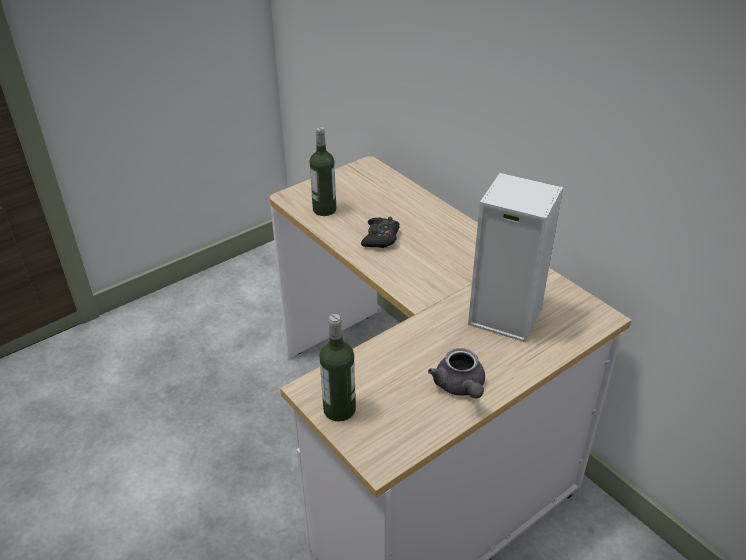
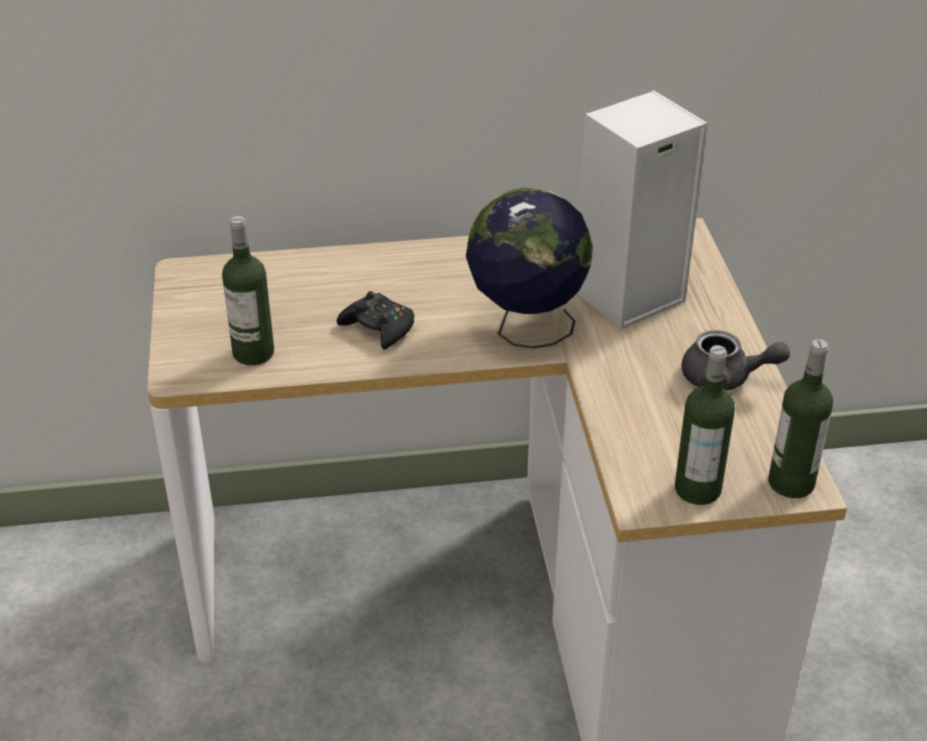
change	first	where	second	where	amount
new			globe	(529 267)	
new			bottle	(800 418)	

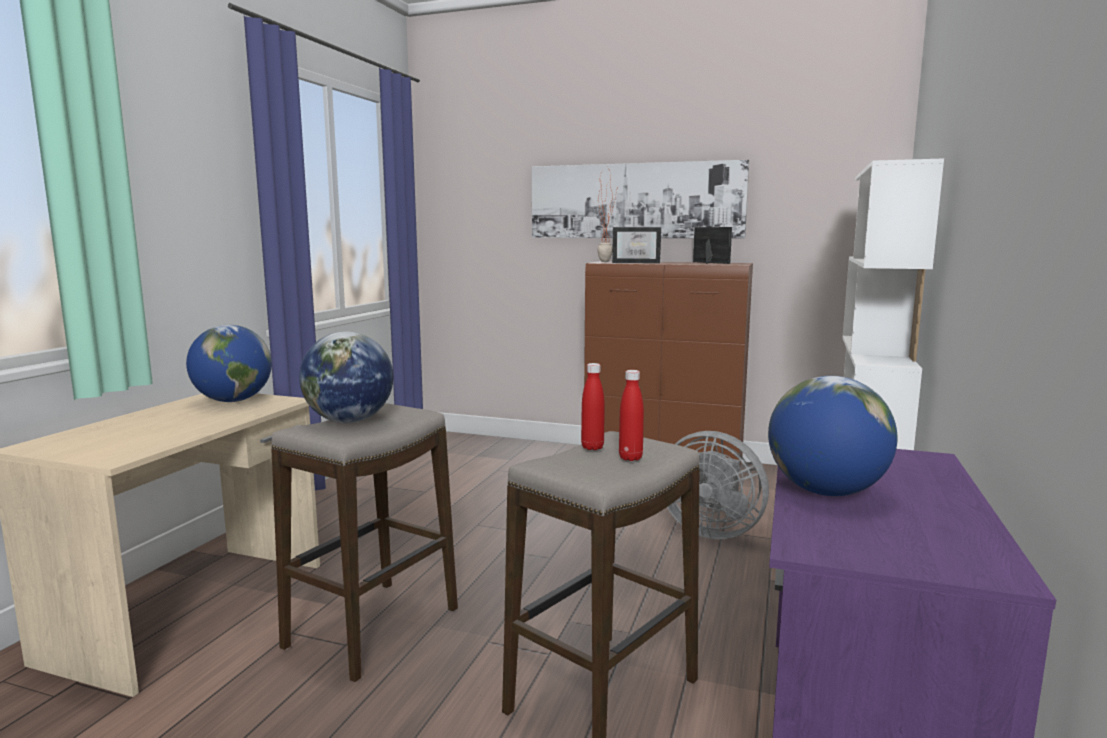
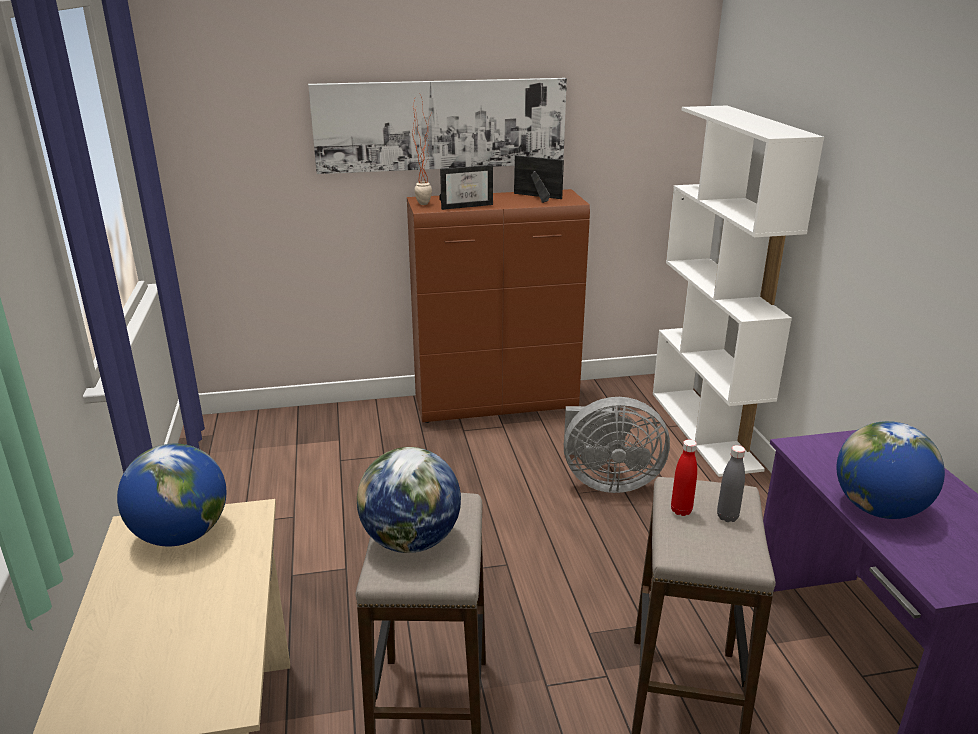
change	first	where	second	where	amount
repainted	red bottle	(631 415)	grey bottle	(731 483)	

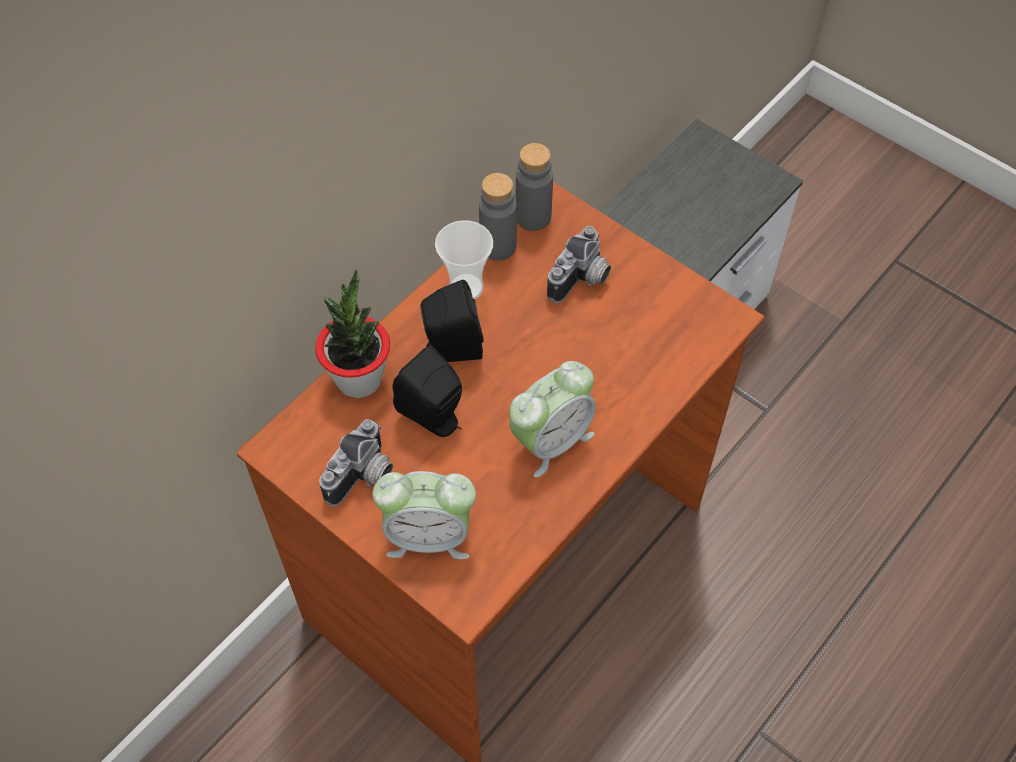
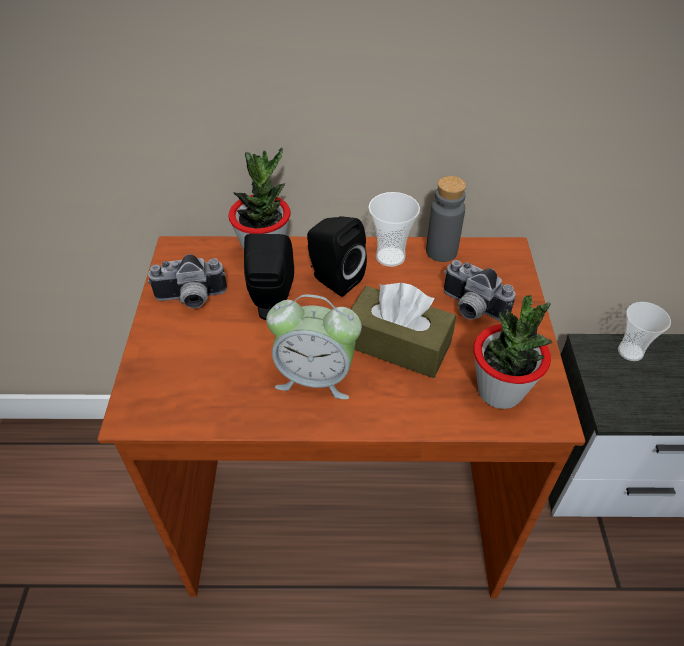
change	first	where	second	where	amount
gone	alarm clock	(424 515)			
gone	grey bottle	(534 187)			
rotated	photo camera	(579 264)		(480 290)	45 degrees clockwise
new			brown tissue box	(403 330)	
new			potted plant	(513 352)	
new			cup	(644 331)	

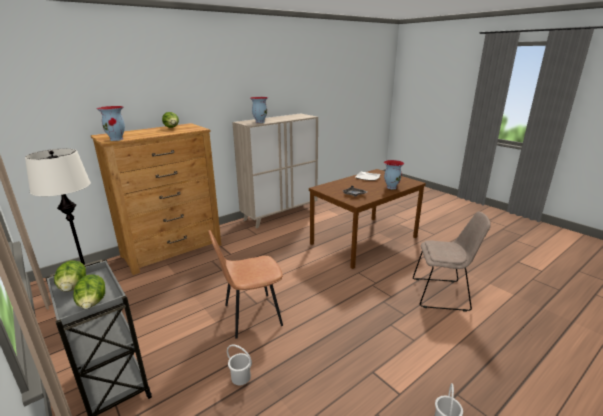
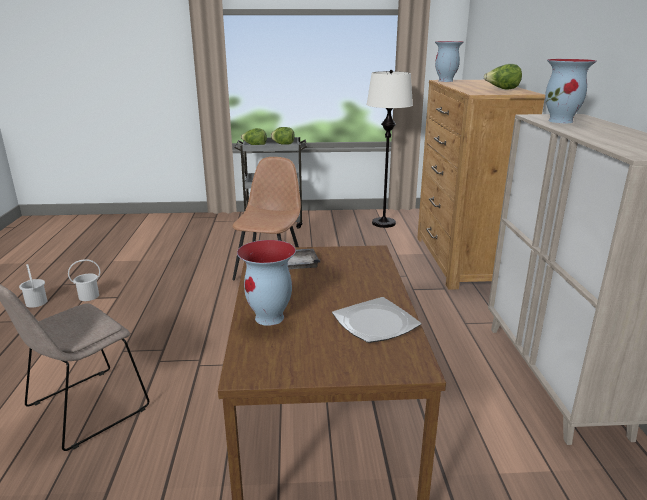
change	first	where	second	where	amount
shifted	white bucket	(239 364)		(84 280)	

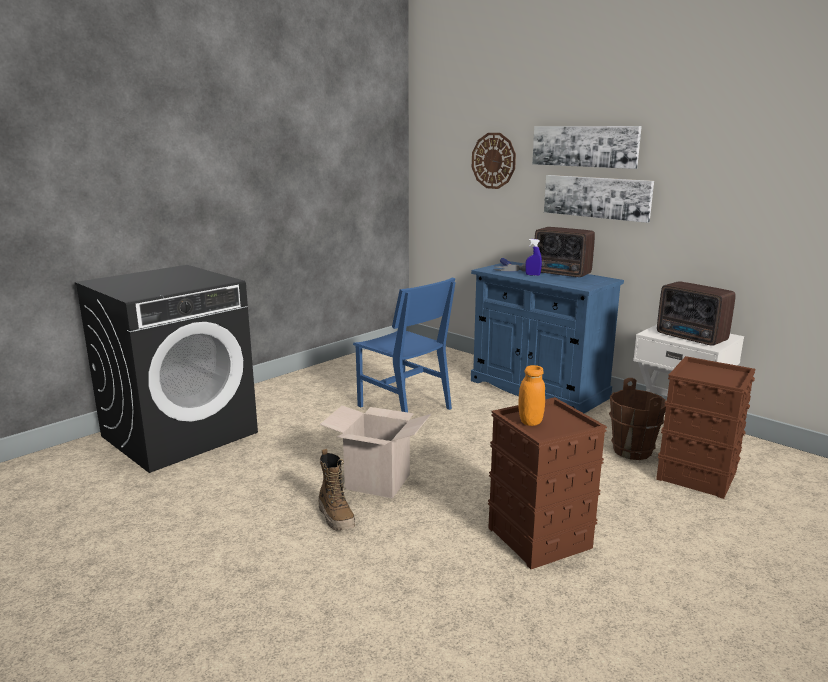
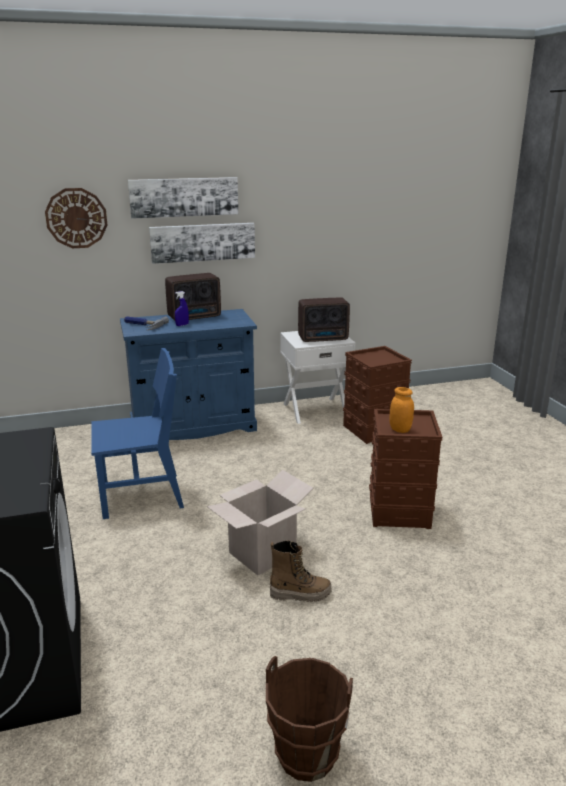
change	first	where	second	where	amount
shifted	brown bucket	(637 419)		(309 719)	

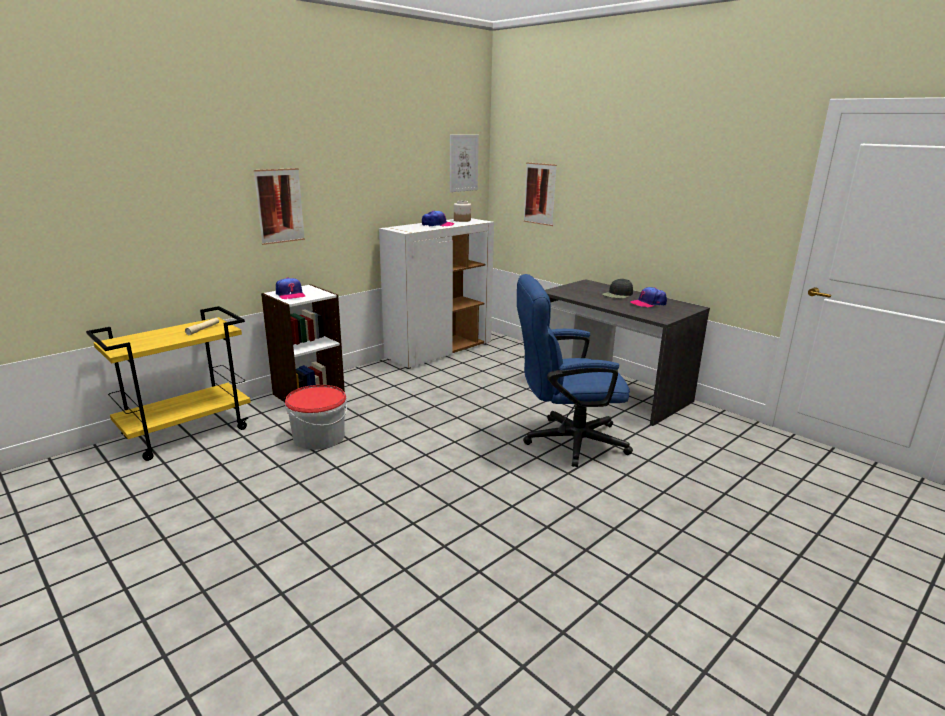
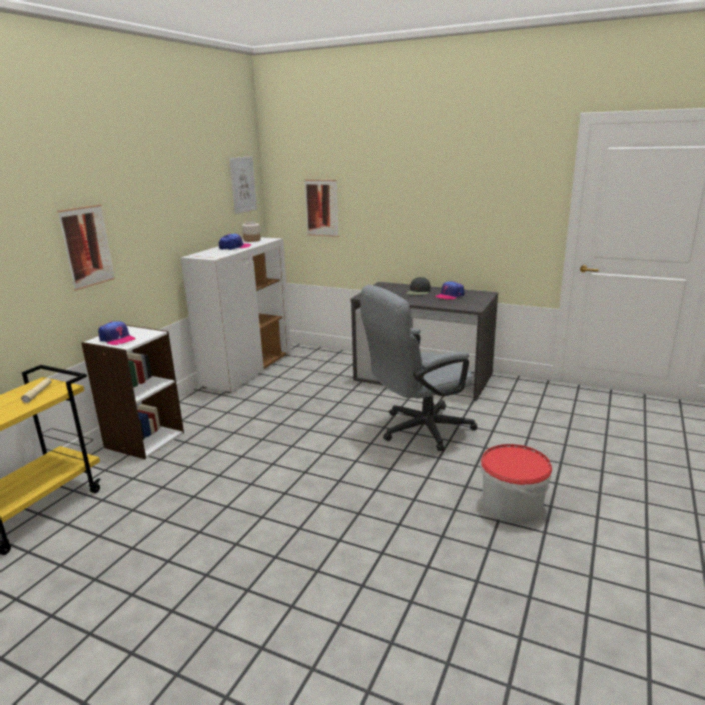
change	first	where	second	where	amount
shifted	bucket	(316 417)		(516 484)	
repainted	blue office chair	(575 370)	grey office chair	(418 368)	

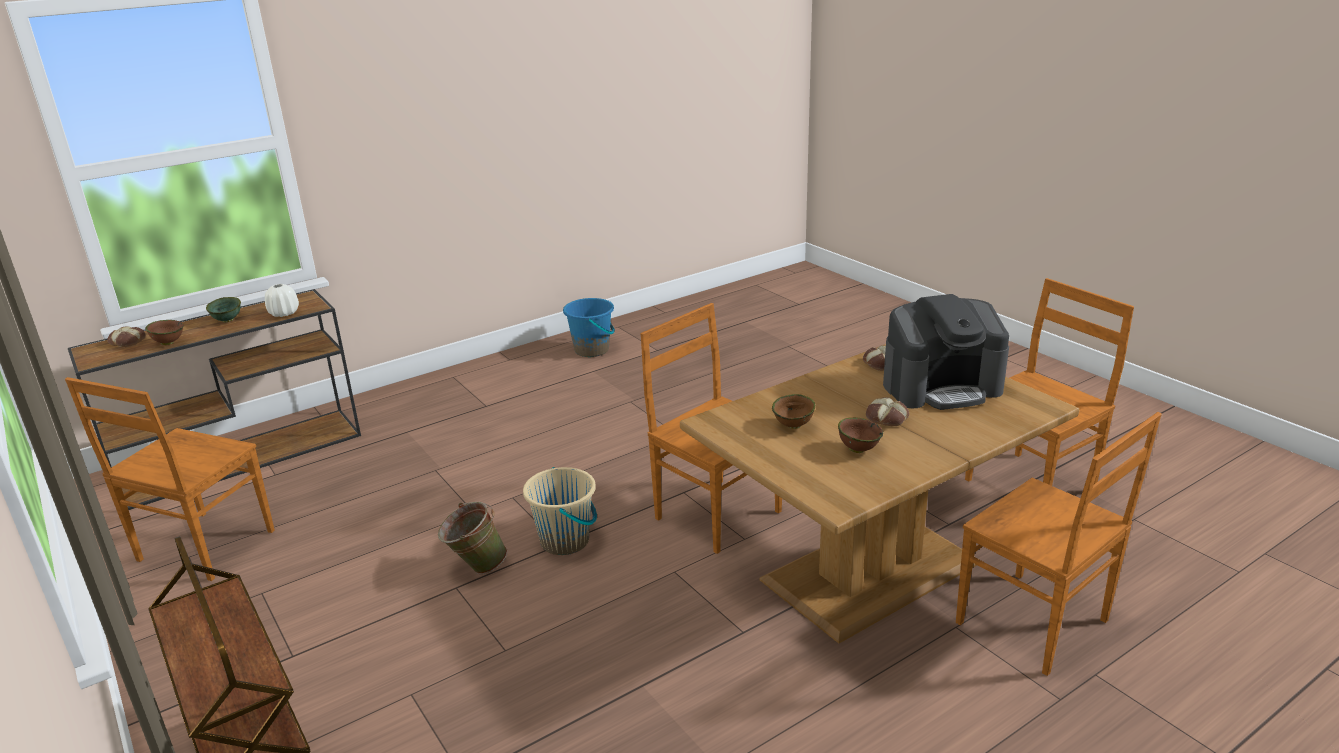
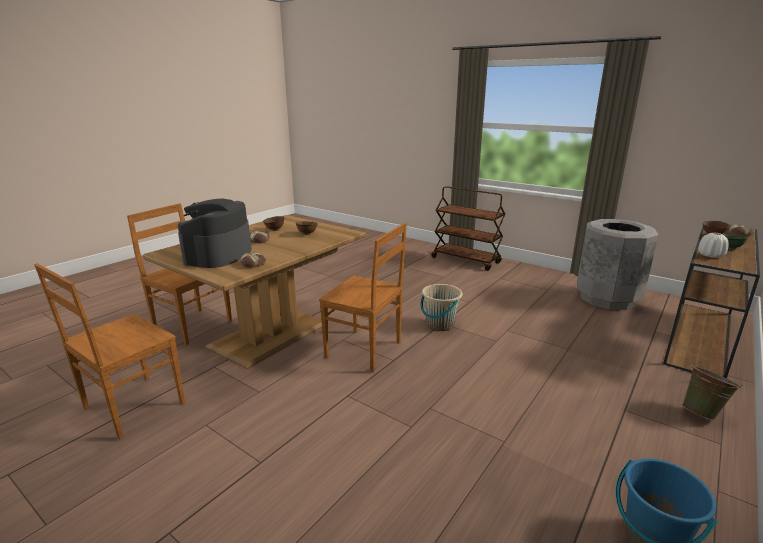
change	first	where	second	where	amount
swapped	brown chair	(170 479)	grey trash can	(617 264)	
shifted	green bucket	(472 538)		(712 392)	
rotated	coffee machine	(946 352)		(215 233)	45 degrees counterclockwise

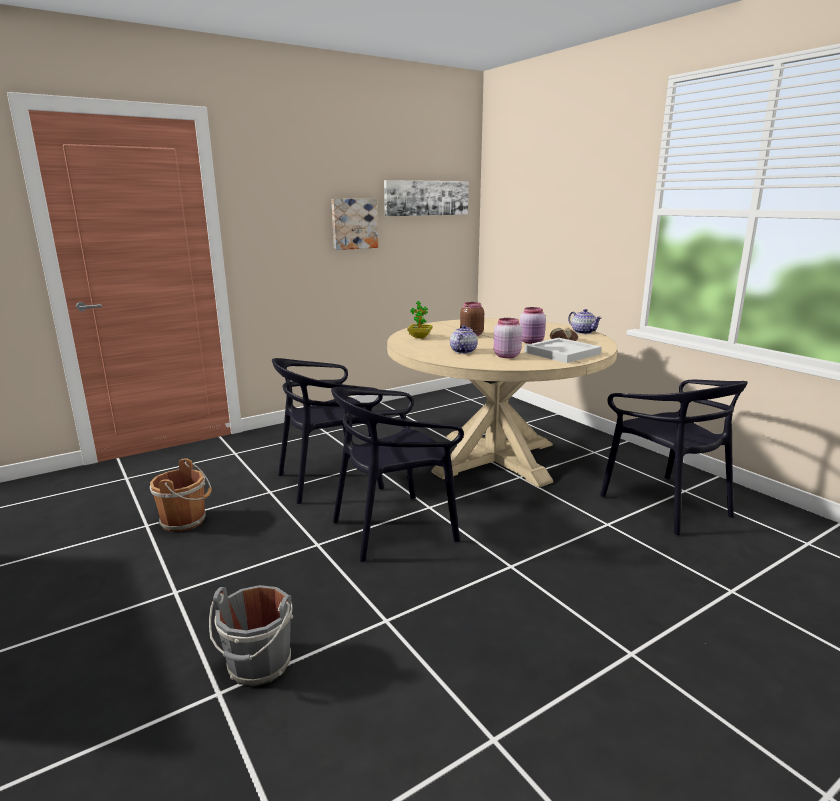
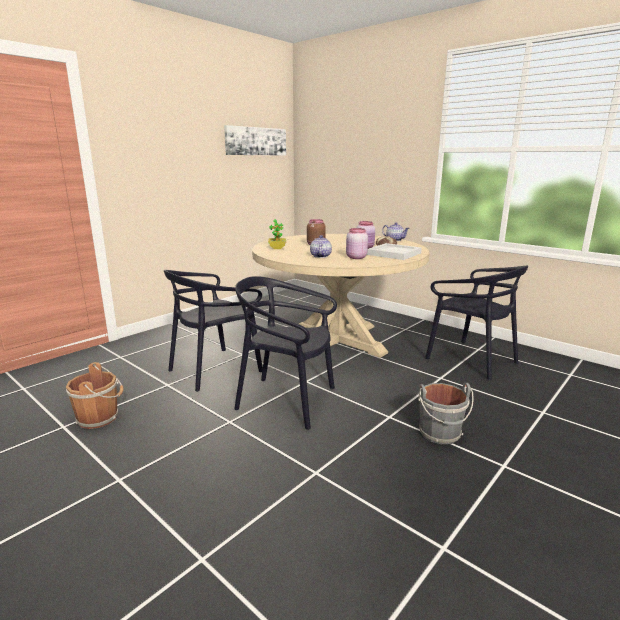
change	first	where	second	where	amount
shifted	grey bucket	(251 635)		(446 413)	
gone	picture	(354 224)			
rotated	black chair	(397 474)		(285 353)	60 degrees clockwise

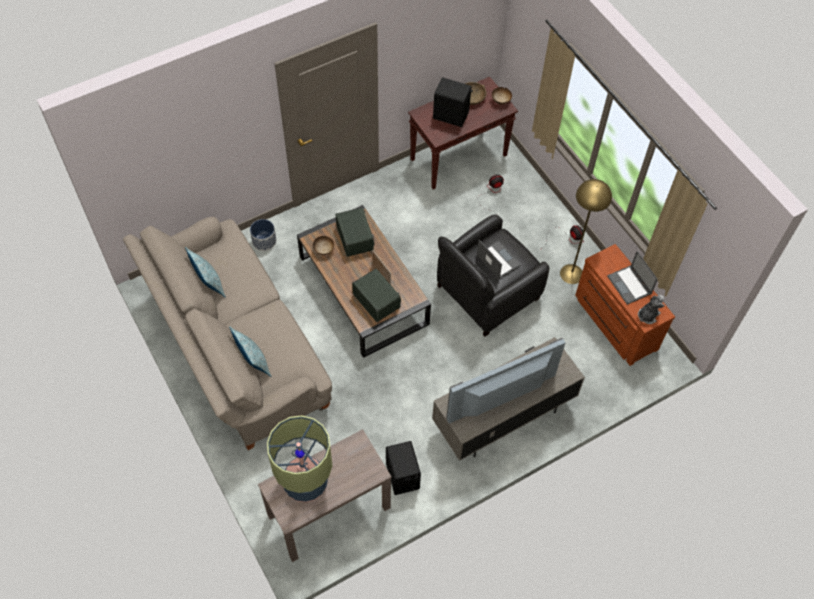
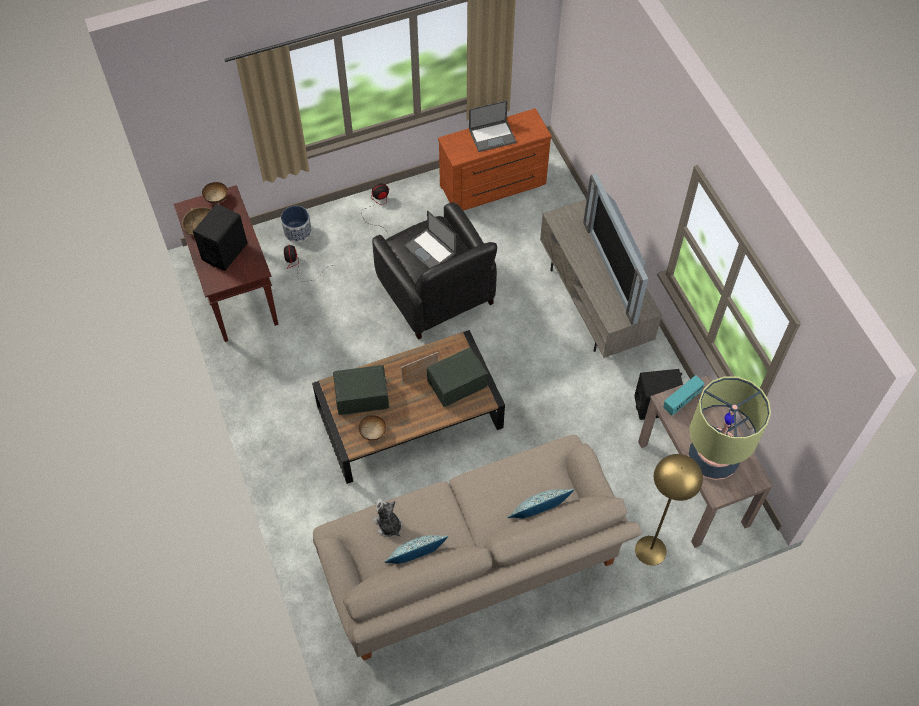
change	first	where	second	where	amount
shifted	planter	(263 235)		(296 224)	
rotated	laptop	(499 259)		(430 239)	105 degrees counterclockwise
shifted	yellow floor lamp	(586 231)		(669 509)	
shifted	plush toy	(651 309)		(387 517)	
new			radio	(684 395)	

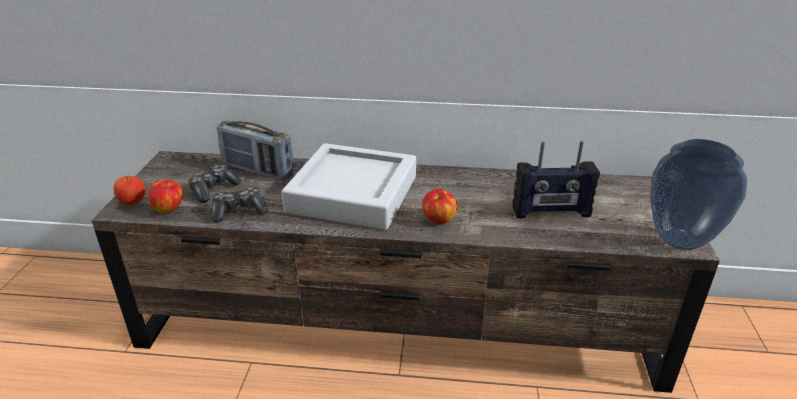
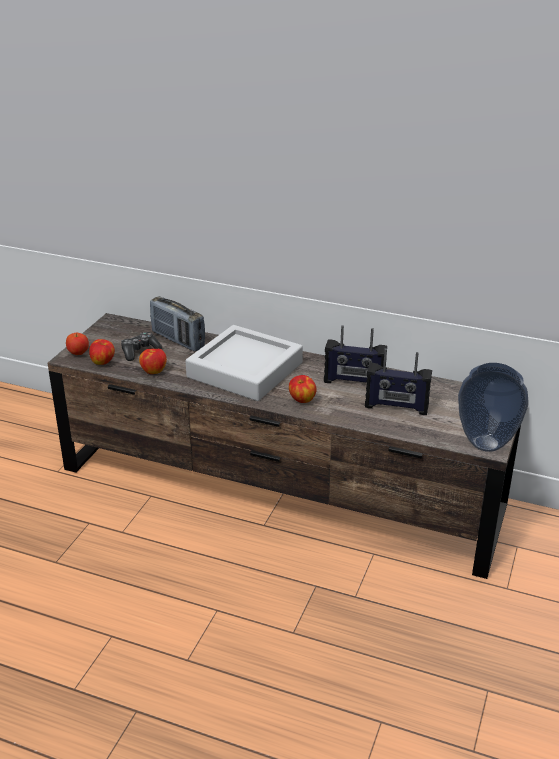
change	first	where	second	where	amount
swapped	game controller	(239 204)	apple	(153 361)	
new			radio	(355 354)	

